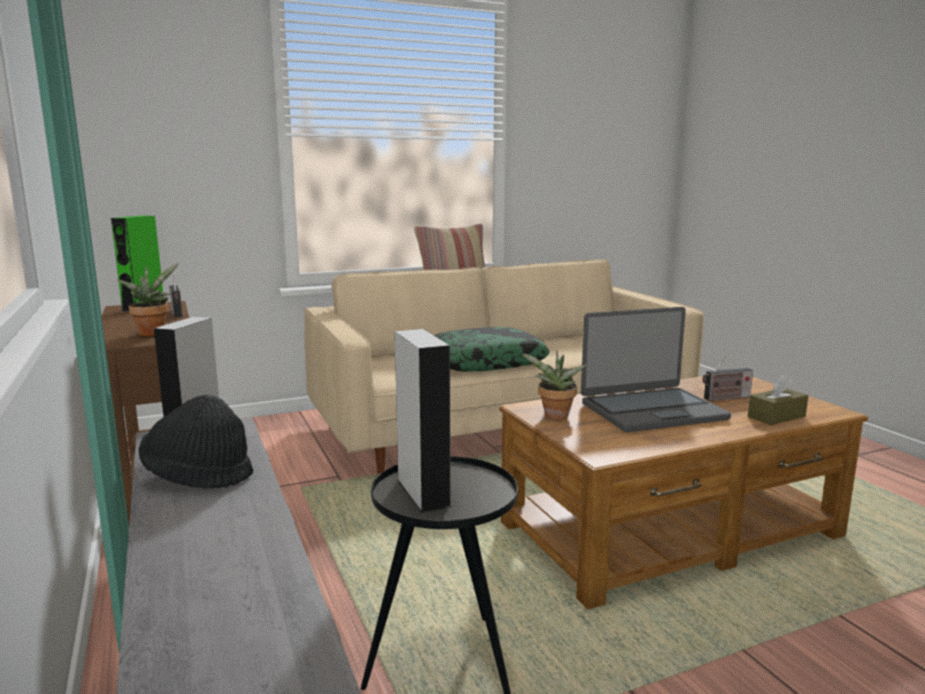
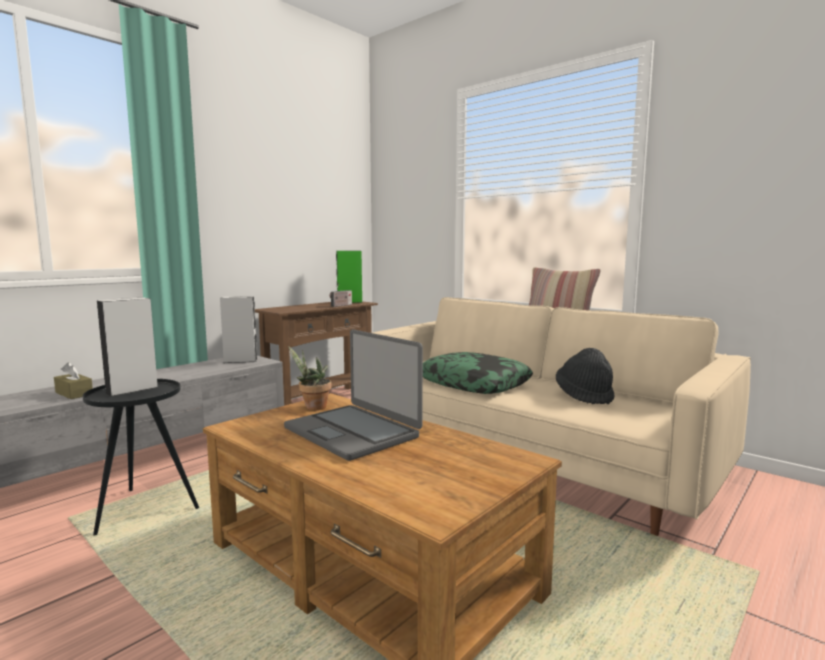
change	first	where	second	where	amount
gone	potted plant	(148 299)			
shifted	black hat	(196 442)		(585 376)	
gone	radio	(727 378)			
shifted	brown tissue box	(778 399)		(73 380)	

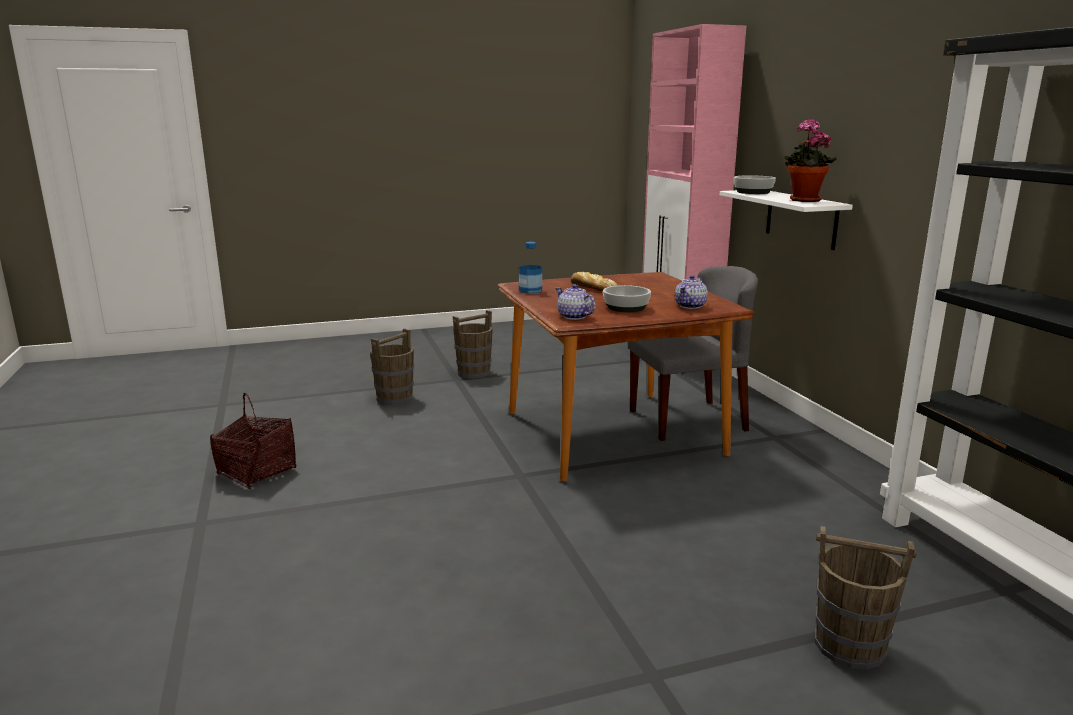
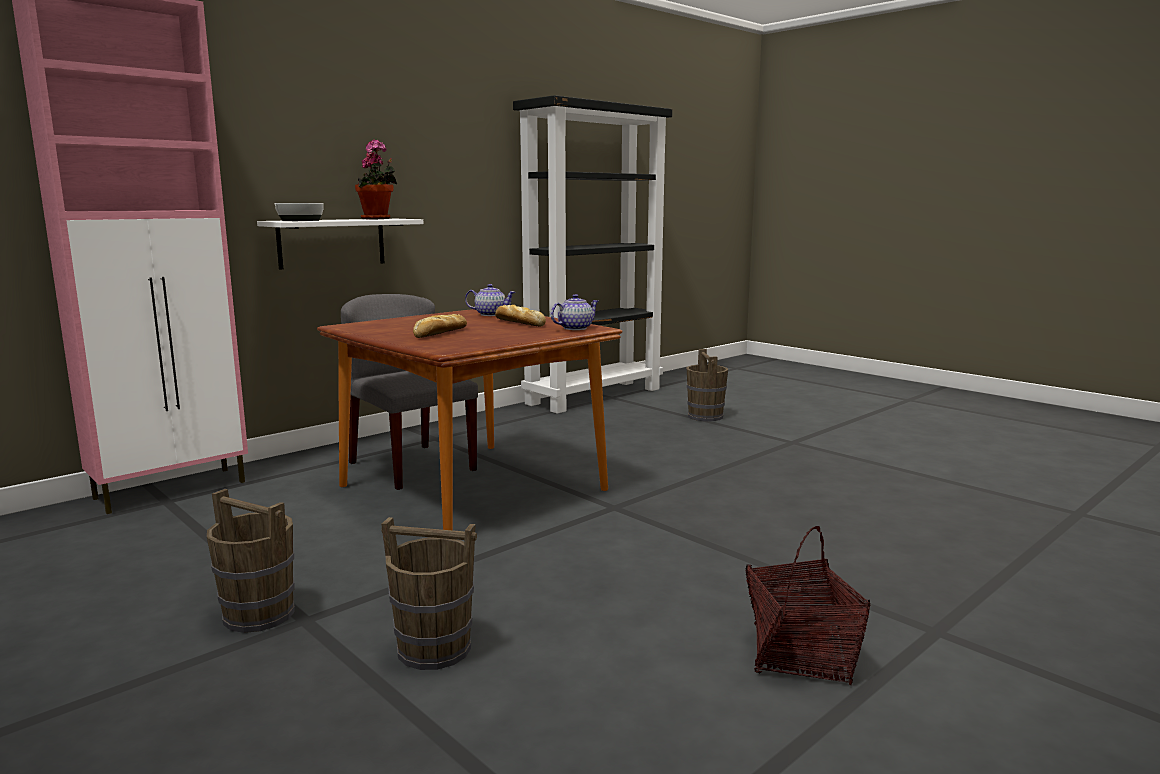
change	first	where	second	where	amount
gone	bottle	(530 267)			
rotated	teapot	(576 302)		(575 312)	150 degrees counterclockwise
swapped	bowl	(627 298)	bread	(520 316)	

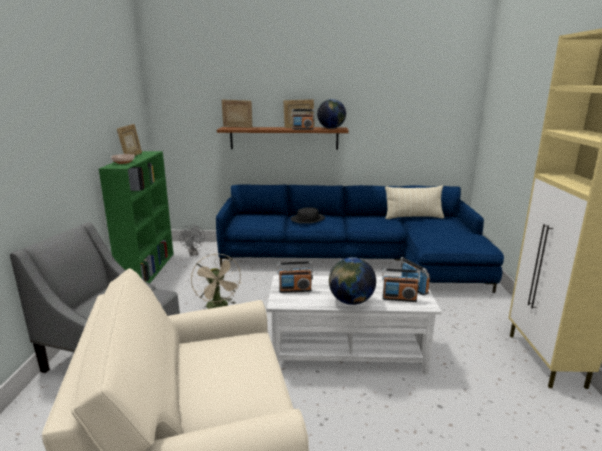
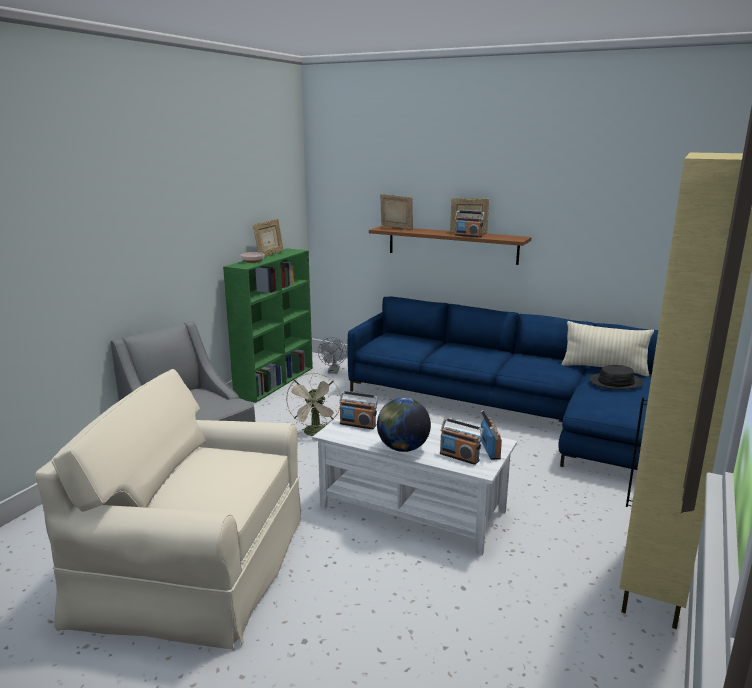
change	first	where	second	where	amount
shifted	black hat	(308 215)		(617 377)	
gone	globe	(331 114)			

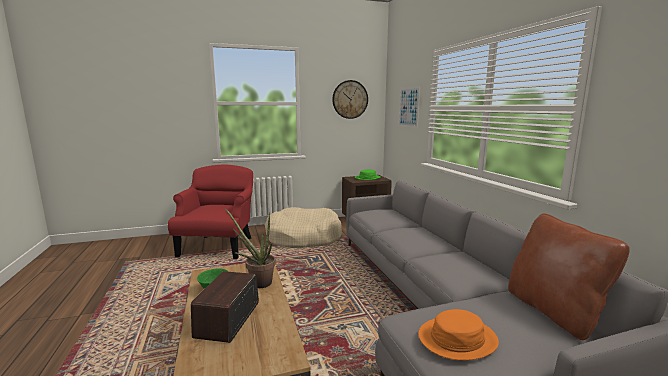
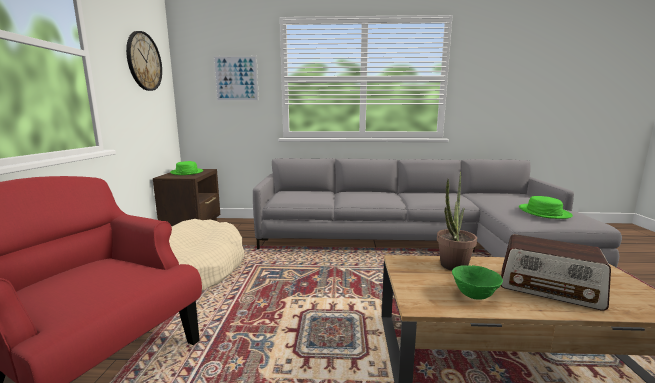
change	first	where	second	where	amount
repainted	orange hat	(458 334)	green hat	(546 207)	
gone	brown pillow	(569 276)			

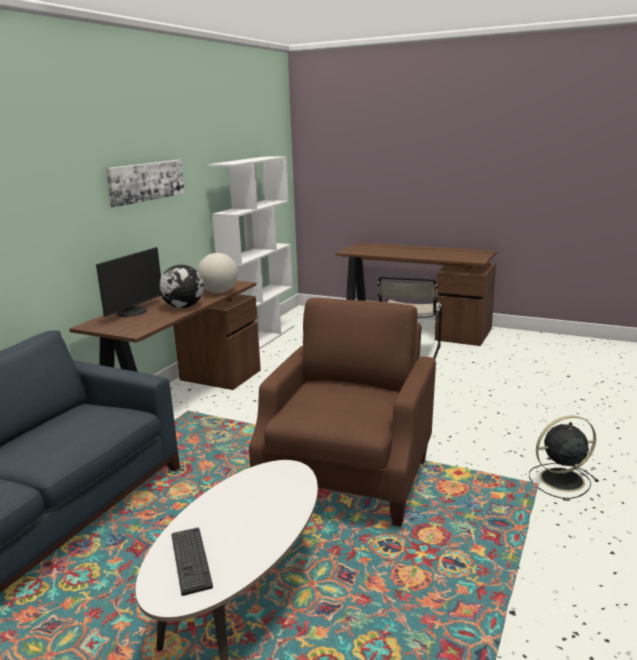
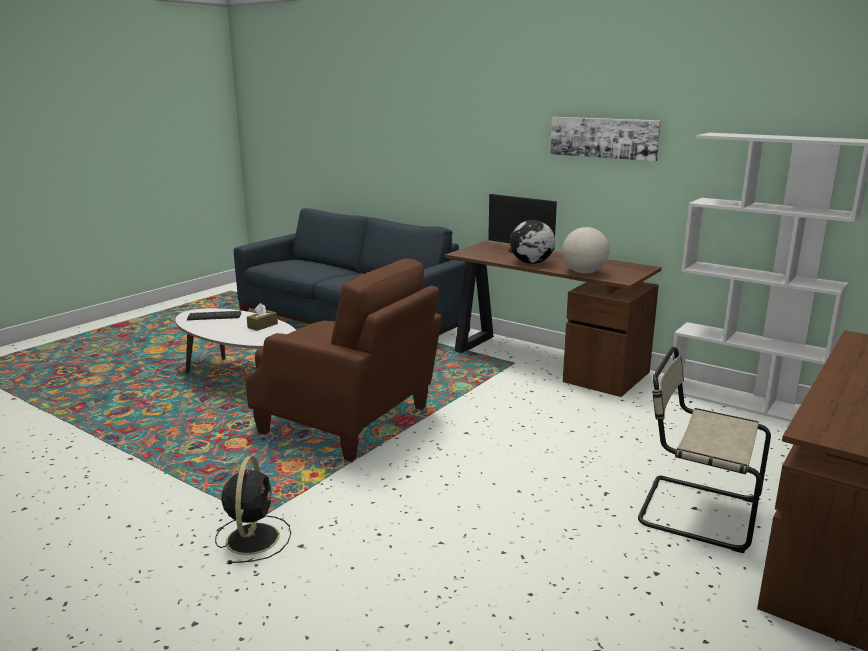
change	first	where	second	where	amount
new			brown tissue box	(262 317)	

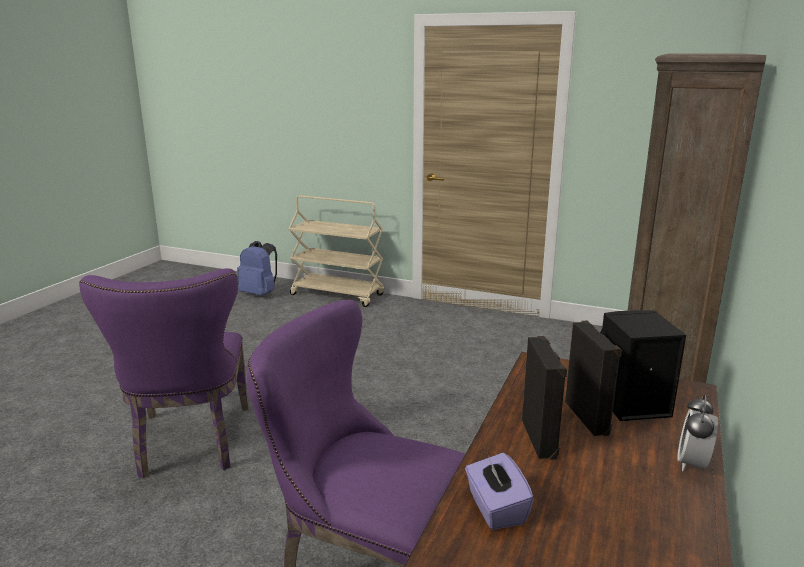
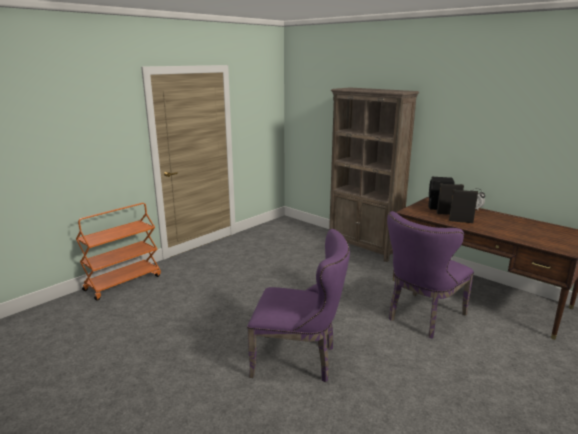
change	first	where	second	where	amount
gone	blue backpack	(257 268)			
repainted	beige cart	(337 251)	orange cart	(118 251)	
gone	purple tissue box	(499 491)			

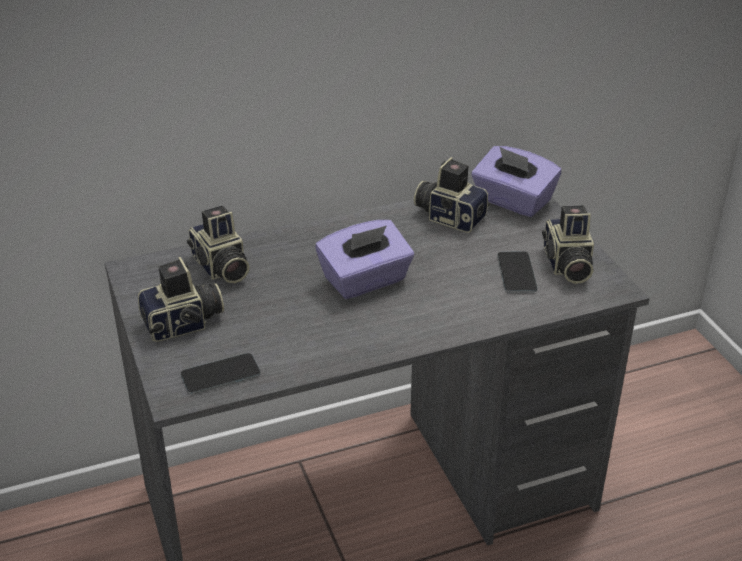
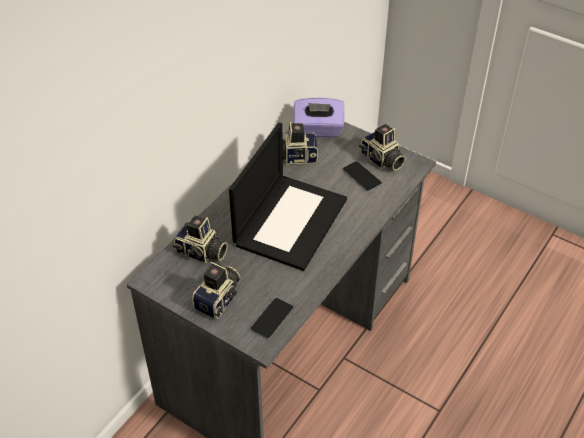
change	first	where	second	where	amount
swapped	purple tissue box	(364 259)	laptop	(288 196)	

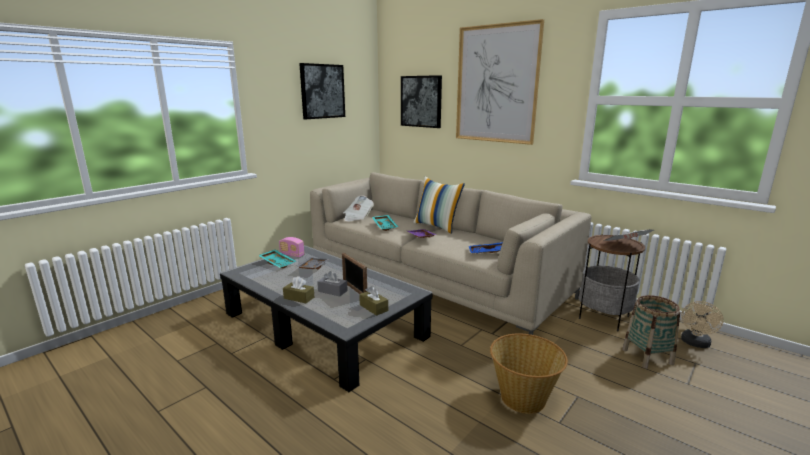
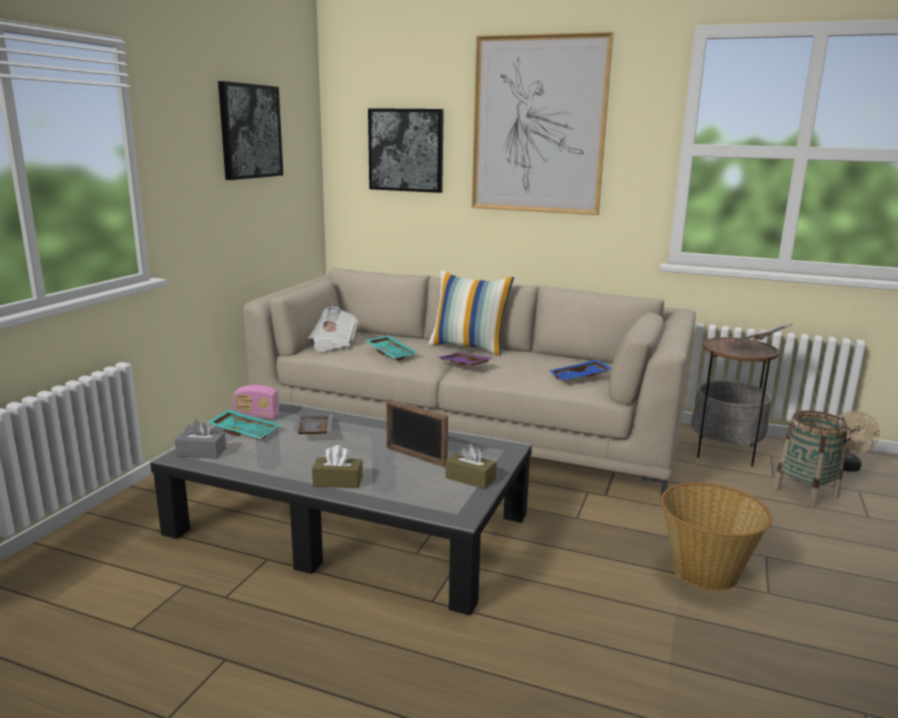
change	first	where	second	where	amount
shifted	grey tissue box	(332 283)		(200 438)	

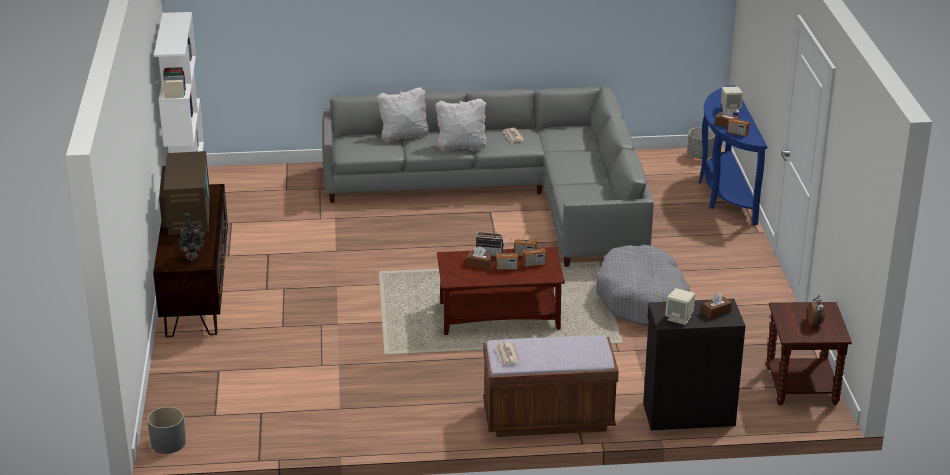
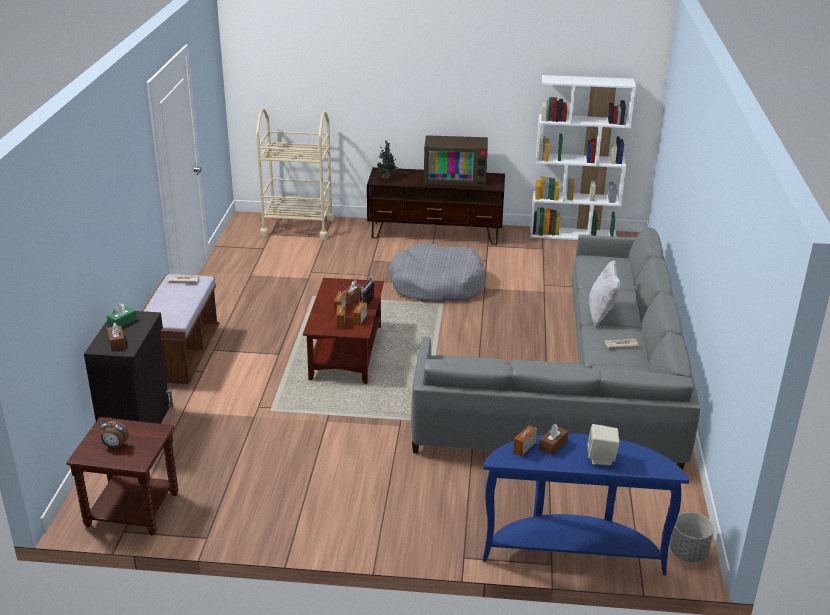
change	first	where	second	where	amount
gone	grey planter	(166 430)			
gone	white pillow	(403 114)			
shifted	grey dog bed	(643 285)		(437 272)	
swapped	beige speaker	(680 306)	green tissue box	(122 315)	
new			beige cart	(295 174)	

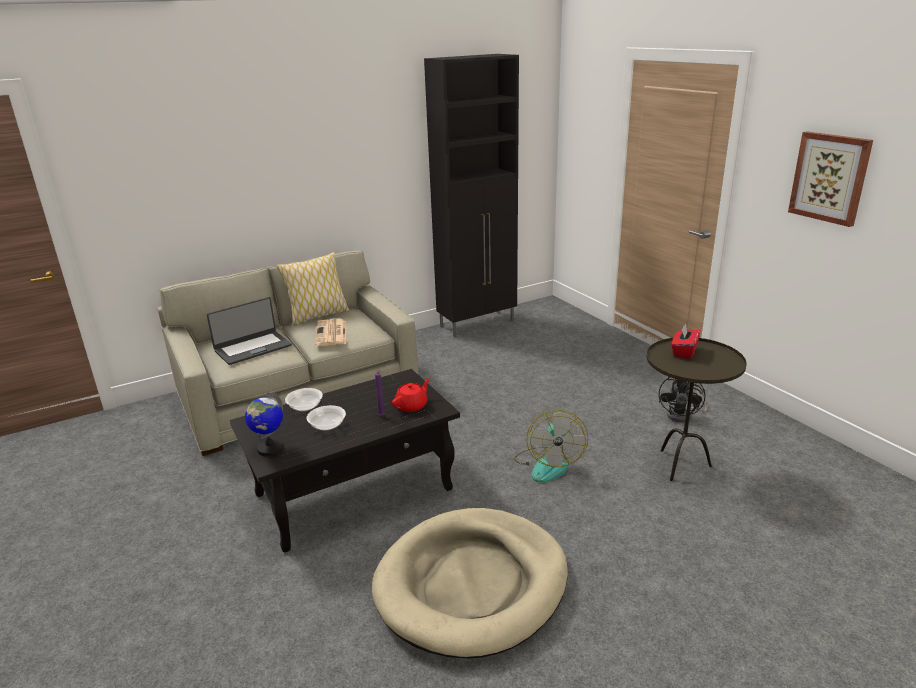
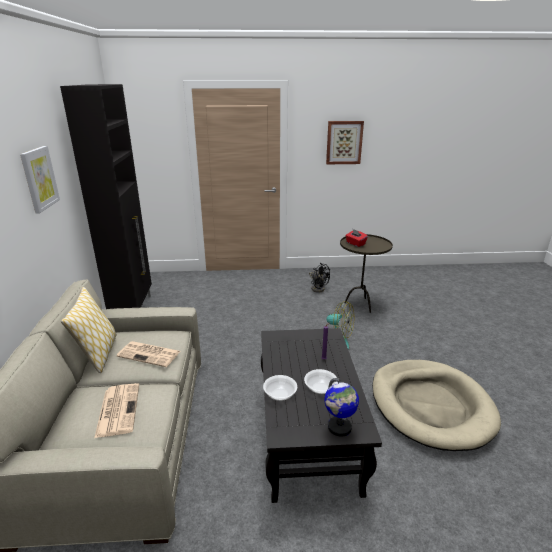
change	first	where	second	where	amount
swapped	laptop	(249 331)	newspaper	(116 410)	
gone	red teapot	(411 395)			
new			picture	(40 180)	

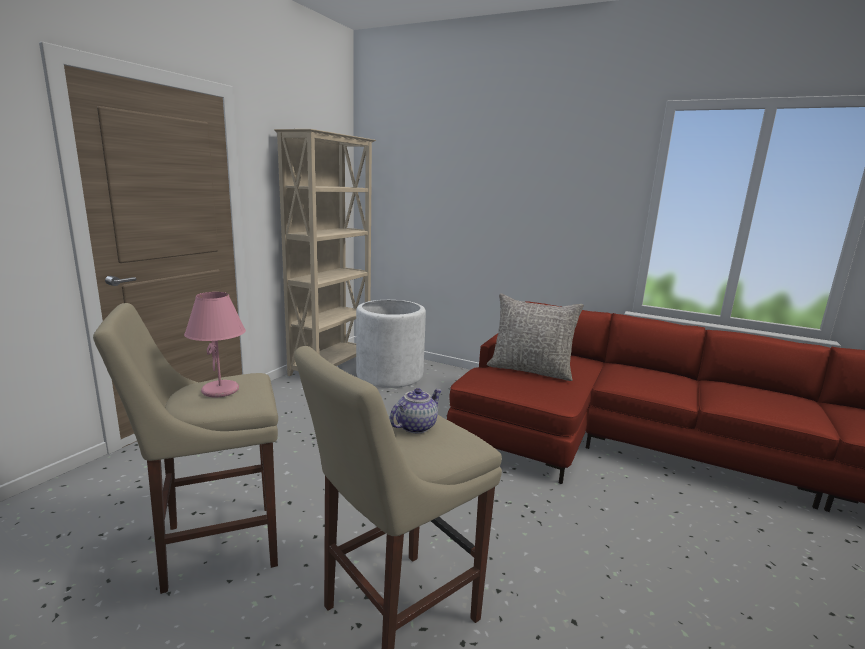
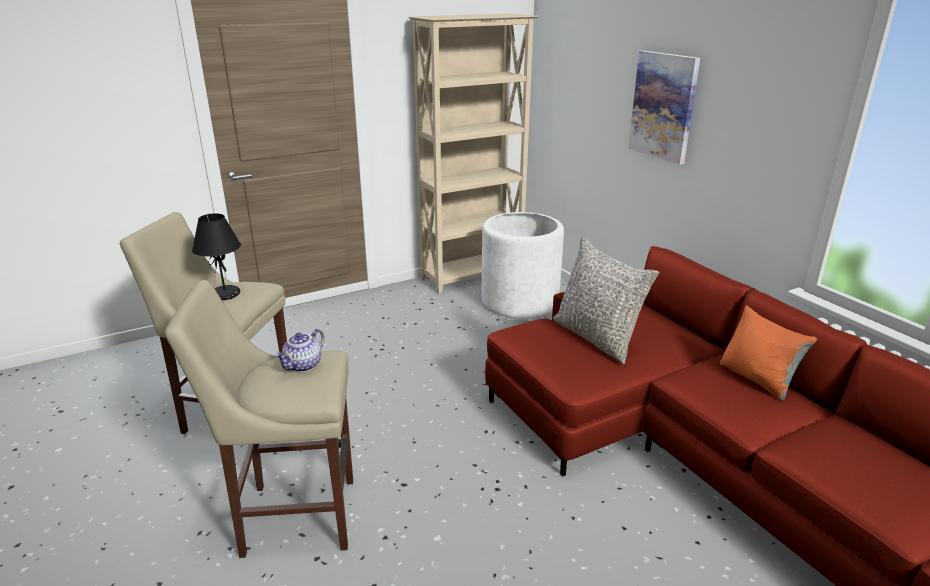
change	first	where	second	where	amount
repainted	pink table lamp	(215 344)	black table lamp	(216 256)	
rotated	teapot	(416 410)		(300 350)	135 degrees clockwise
new			picture	(664 108)	
new			orange pillow	(768 353)	

